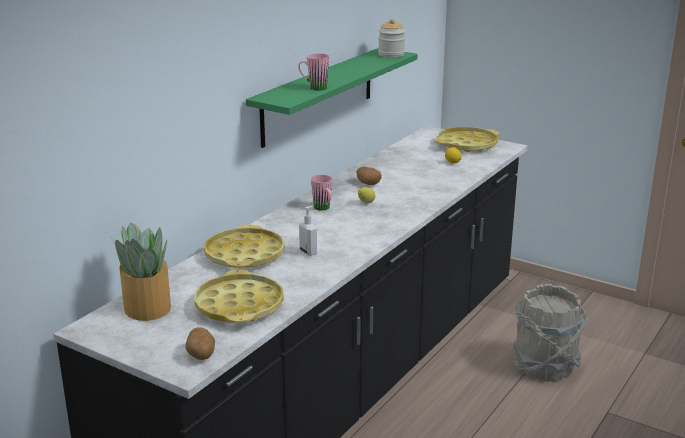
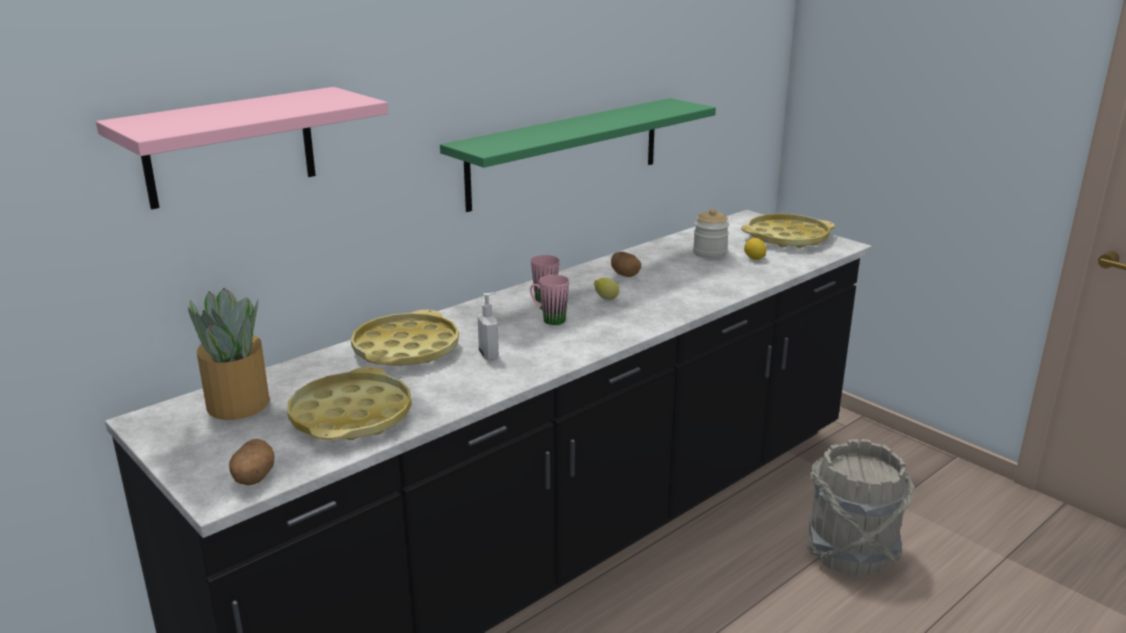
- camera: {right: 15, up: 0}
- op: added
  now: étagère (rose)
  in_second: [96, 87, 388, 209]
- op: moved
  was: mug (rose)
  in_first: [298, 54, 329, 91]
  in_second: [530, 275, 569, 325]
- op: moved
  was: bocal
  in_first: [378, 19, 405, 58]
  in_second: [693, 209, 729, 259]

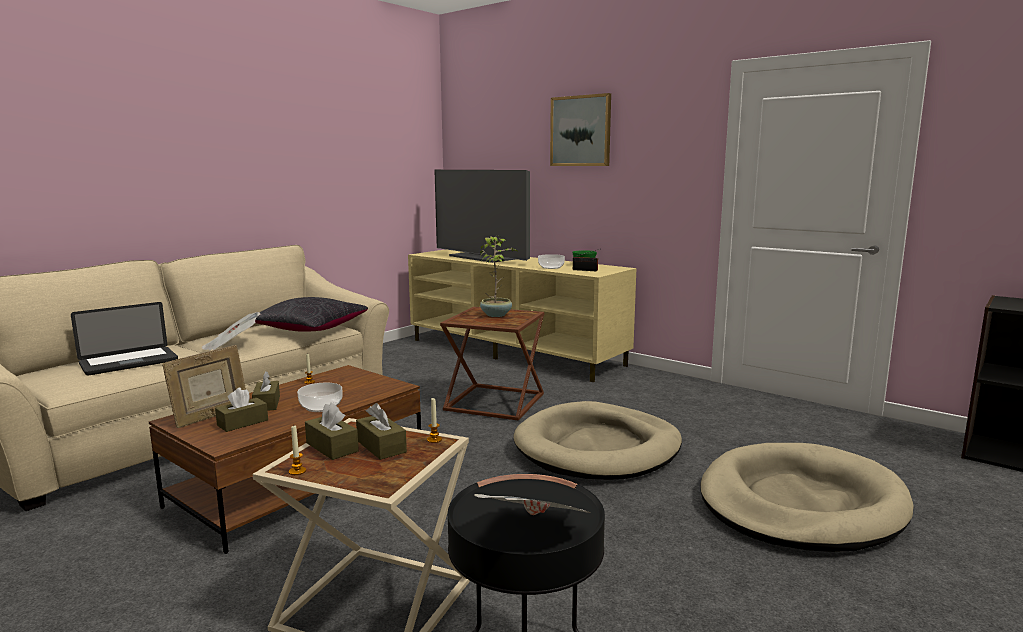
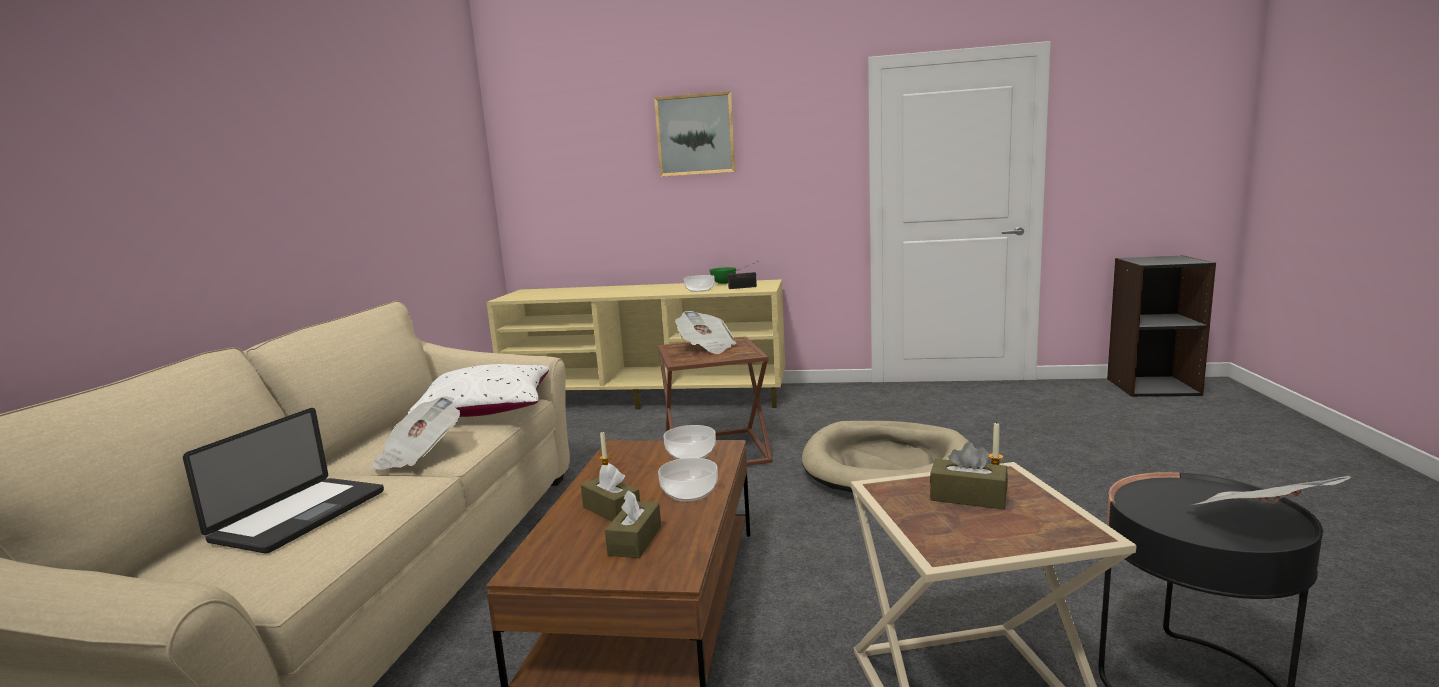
- camera: {right: -30, up: 0}
- op: removed
  was: cadre photo
  in_first: [162, 345, 246, 428]
- op: removed
  was: bougie
  in_first: [289, 425, 306, 475]
- op: removed
  was: boîte à mouchoirs (marron)
  in_first: [305, 403, 359, 460]
- op: removed
  was: téléviseur
  in_first: [434, 170, 530, 263]
- op: removed
  was: panier pour chien (beige)
  in_first: [700, 443, 913, 552]
- op: added
  now: bol
  in_second: [664, 425, 716, 460]
- op: replaced
  was: plante en pot
  now: journal
  in_first: [480, 235, 517, 317]
  in_second: [675, 311, 736, 354]
- op: recoloured
  was: coussin (noir)
  now: coussin (blanc)
  in_first: [255, 297, 368, 332]
  in_second: [408, 364, 549, 417]

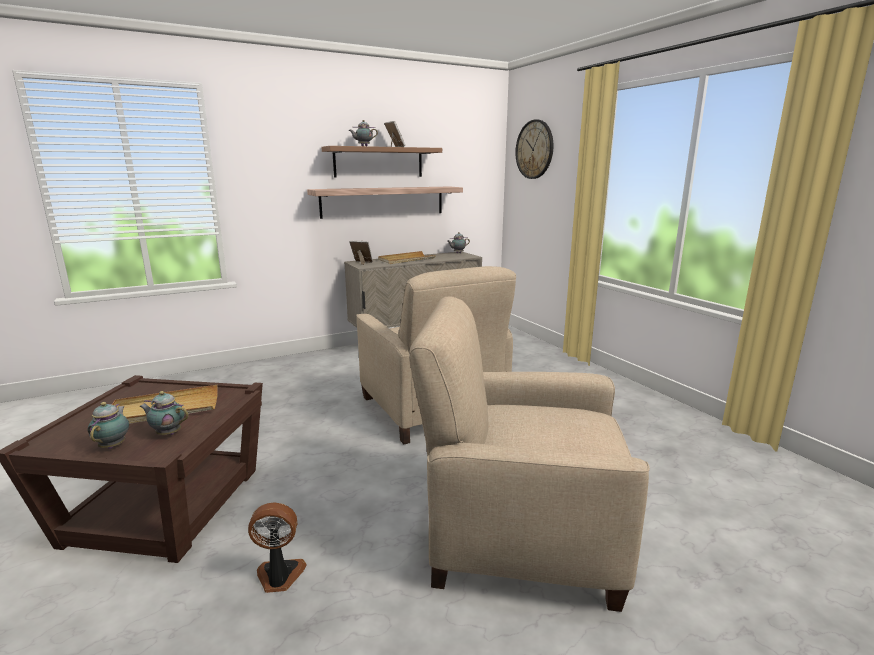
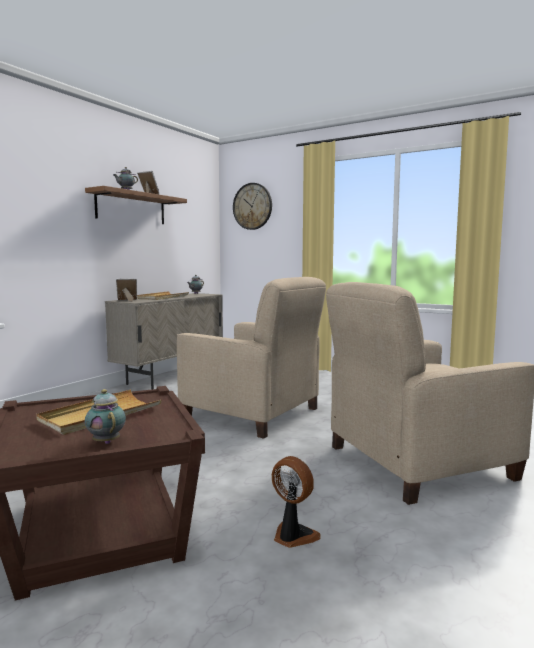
- camera: {right: -30, up: -10}
- op: removed
  was: théière
  in_first: [140, 391, 189, 435]
- op: removed
  was: étagère
  in_first: [307, 186, 463, 219]
- op: turned
  was: ventilateur
  in_first: [248, 502, 306, 593]
  in_second: [272, 456, 321, 548]
  clockwise: 75

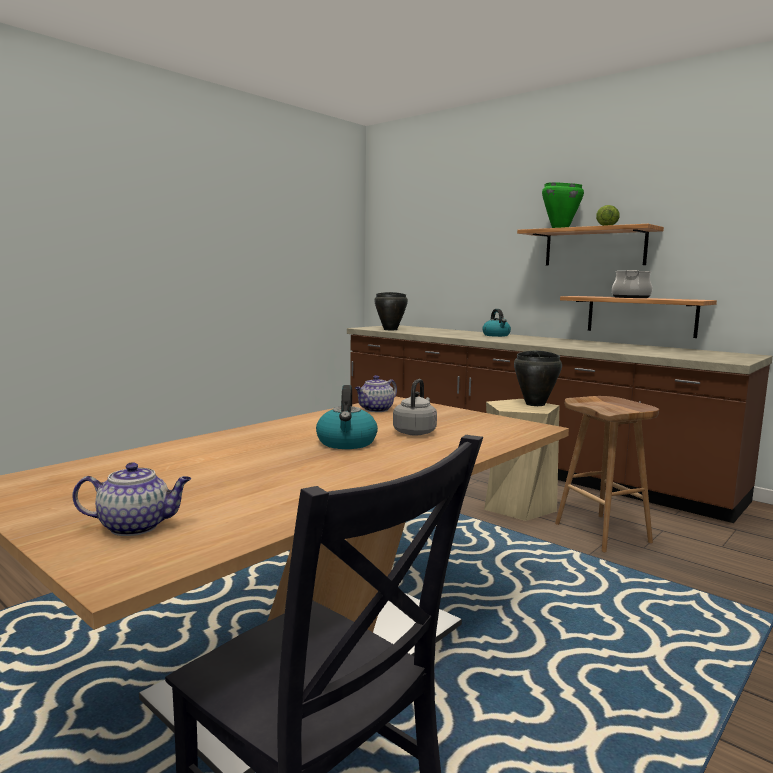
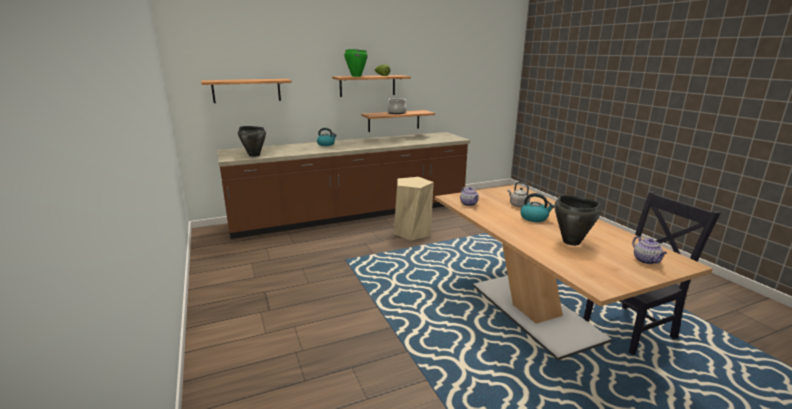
- camera: {right: -65, up: 10}
- op: removed
  was: tabouret (marron)
  in_first: [555, 396, 659, 552]
- op: added
  now: étagère
  in_second: [201, 79, 292, 103]
- op: moved
  was: marmite (noir)
  in_first: [514, 351, 562, 406]
  in_second: [554, 195, 601, 246]
- op: turned
  was: théière
  in_first: [72, 462, 191, 536]
  in_second: [632, 236, 667, 264]
  clockwise: 150

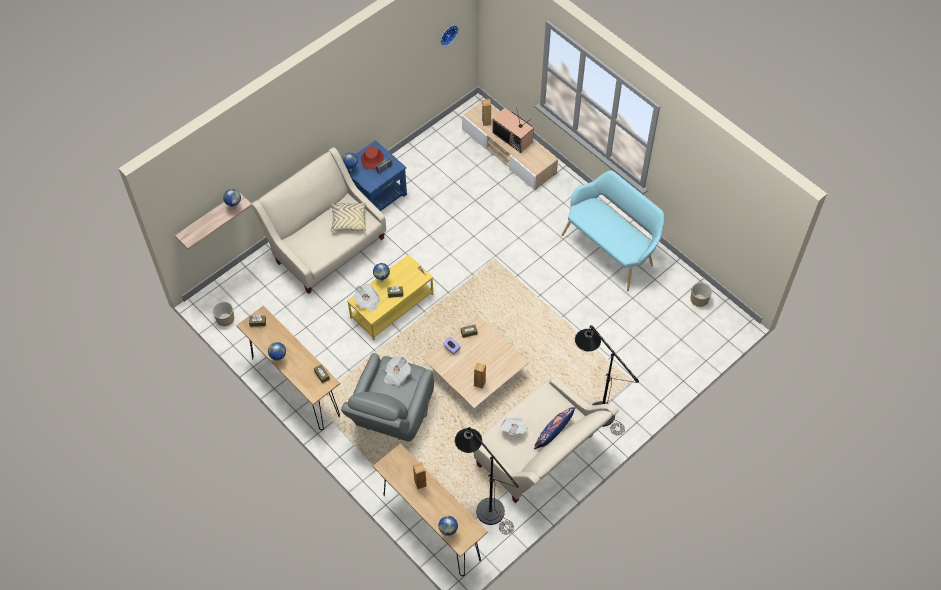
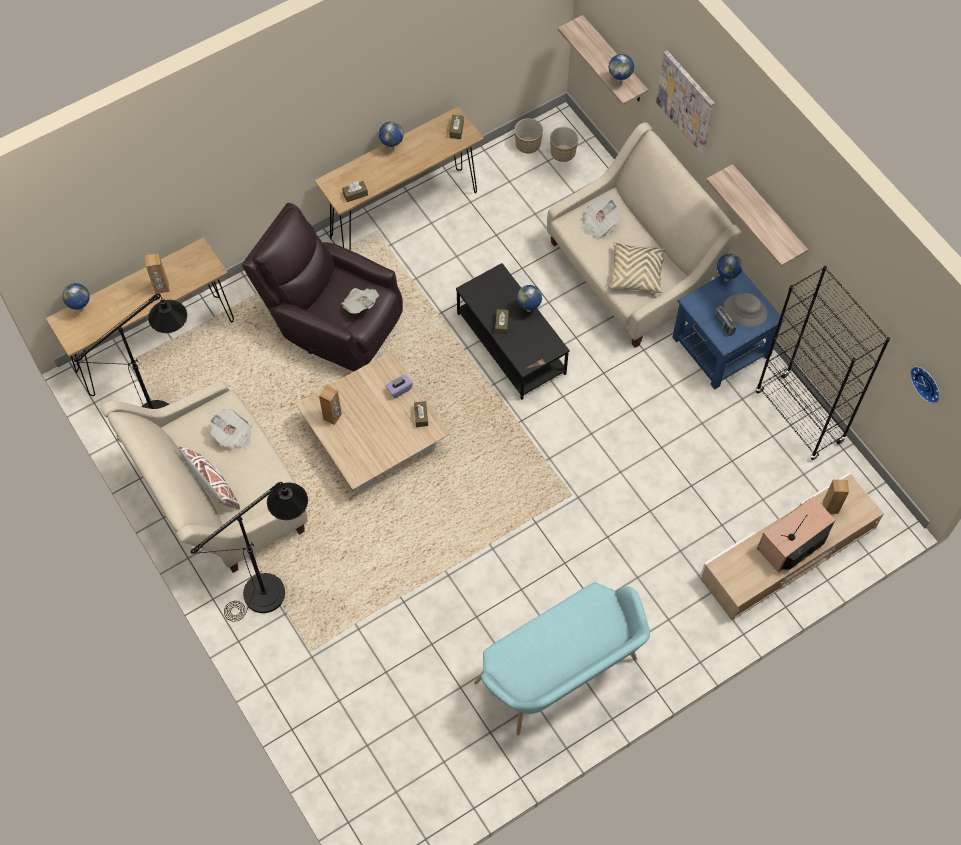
- camera: {right: 100, up: 5}
- op: added
  now: tableau
  in_second: [656, 51, 715, 154]
- op: added
  now: étagère
  in_second: [706, 164, 808, 267]
- op: added
  now: bibliothèque (noir)
  in_second: [756, 266, 890, 461]
- op: moved
  was: journal
  in_first: [354, 284, 380, 312]
  in_second: [580, 198, 620, 239]
- op: moved
  was: cache-pot
  in_first: [690, 282, 712, 307]
  in_second: [550, 127, 579, 162]
- op: recoloured
  was: fauteuil (gris)
  now: fauteuil (marron)
  in_first: [341, 353, 434, 442]
  in_second: [242, 203, 403, 372]
- op: recoloured
  was: table basse (jaune)
  now: table basse (noir)
  in_first: [347, 255, 433, 340]
  in_second: [456, 263, 570, 400]
- op: recoloured
  was: chapeau (rouge)
  now: chapeau (gris)
  in_first: [361, 146, 384, 169]
  in_second: [724, 293, 768, 326]
- op: recoloured
  was: coussin (bleu)
  now: coussin (blanc)
  in_first: [534, 406, 576, 449]
  in_second: [178, 447, 240, 509]

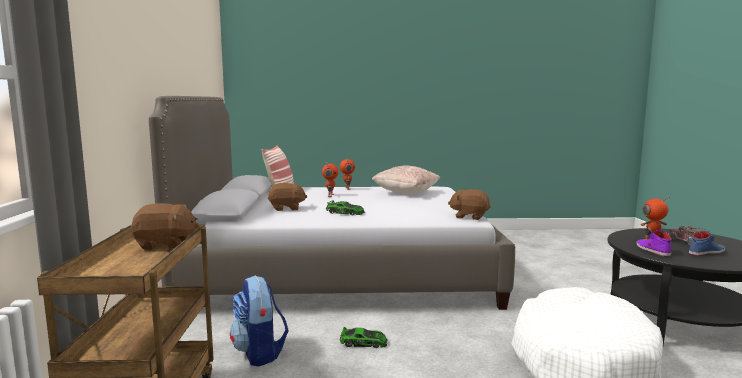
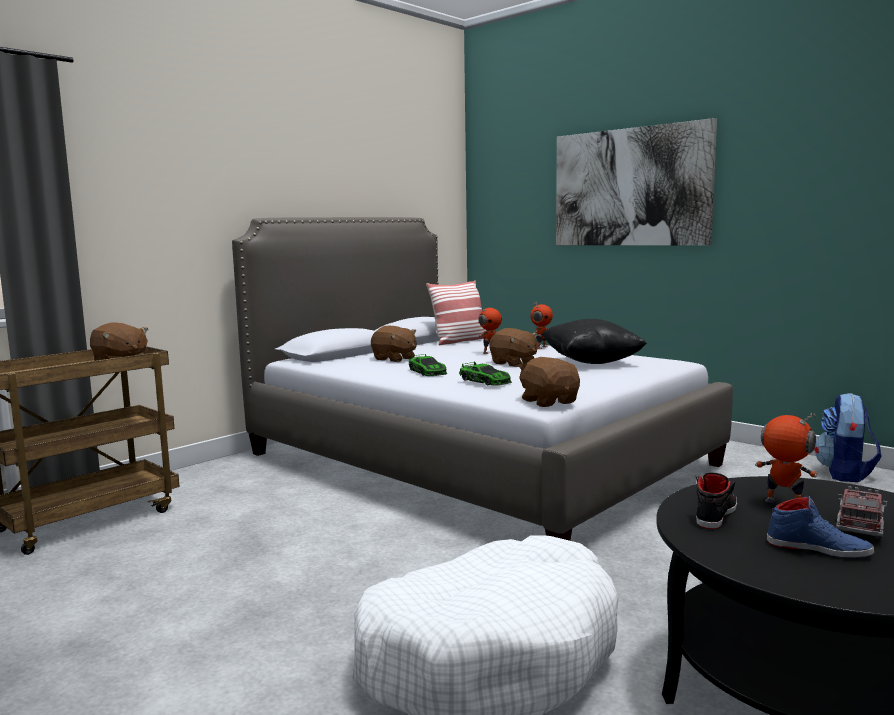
- camera: {right: 45, up: 0}
- op: added
  now: peluche (marron)
  in_second: [489, 328, 538, 367]
- op: added
  now: tableau
  in_second: [556, 118, 717, 246]
- op: moved
  was: sac à dos
  in_first: [230, 275, 289, 367]
  in_second: [814, 393, 881, 482]
- op: moved
  was: petite voiture
  in_first: [340, 327, 387, 348]
  in_second: [459, 362, 512, 386]
- op: recoloured
  was: coussin (beige)
  now: coussin (noir)
  in_first: [372, 165, 440, 194]
  in_second: [542, 319, 647, 364]
- op: recoloured
  was: chaussure (violet)
  now: chaussure (noir)
  in_first: [636, 230, 672, 256]
  in_second: [696, 472, 737, 529]

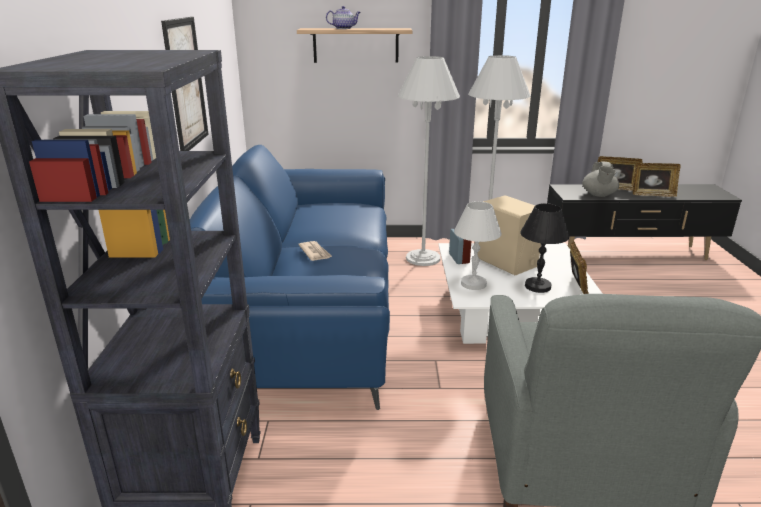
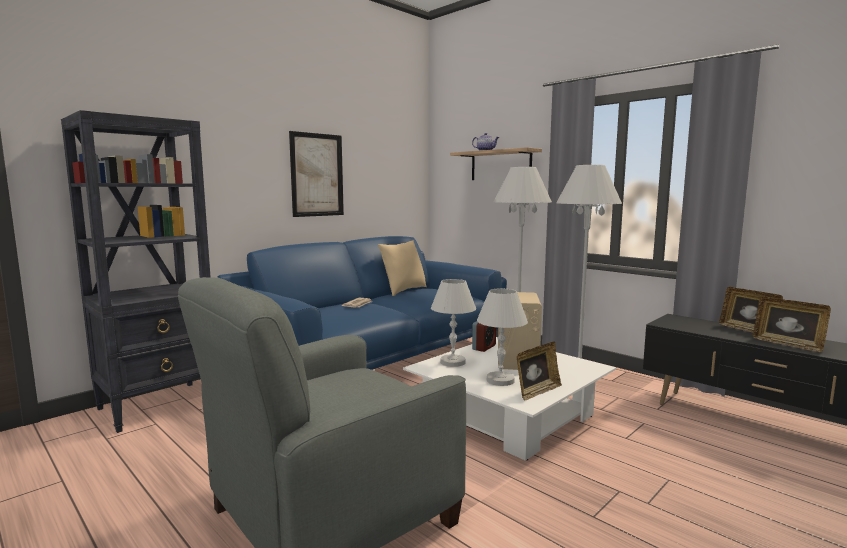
- camera: {right: 45, up: -15}
- op: removed
  was: théière (gris)
  in_first: [582, 162, 619, 197]
- op: added
  now: coussin (beige)
  in_second: [378, 240, 427, 296]
- op: recoloured
  was: lampe de table (noir)
  now: lampe de table (blanc)
  in_first: [520, 203, 569, 293]
  in_second: [477, 288, 528, 386]

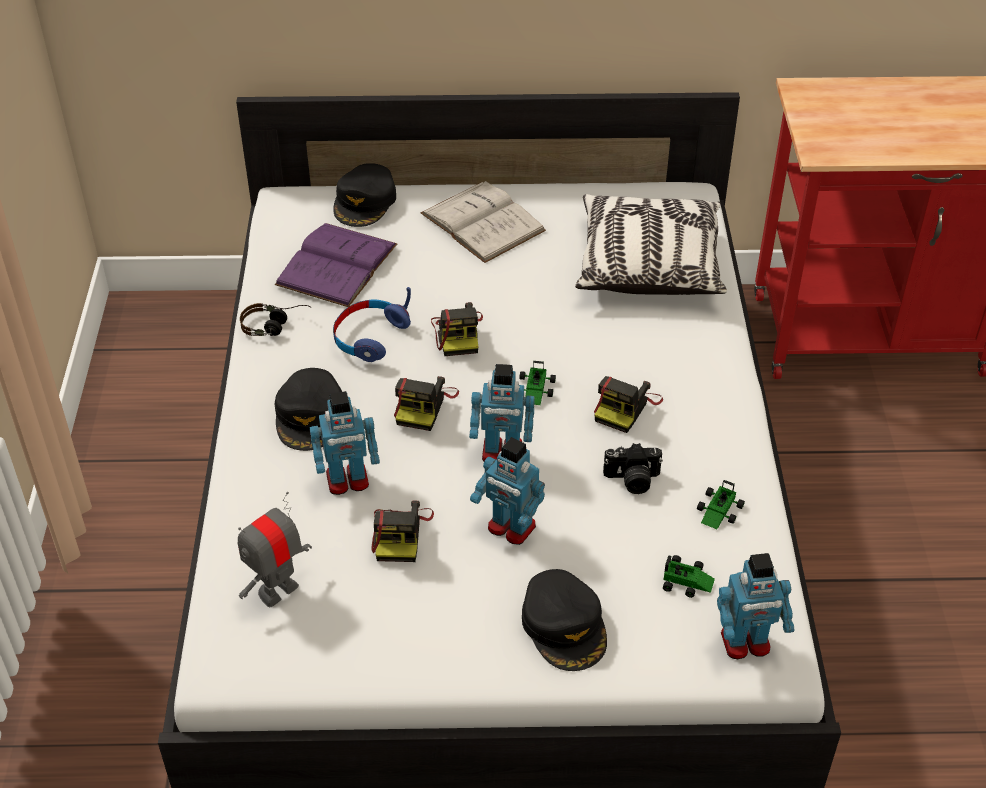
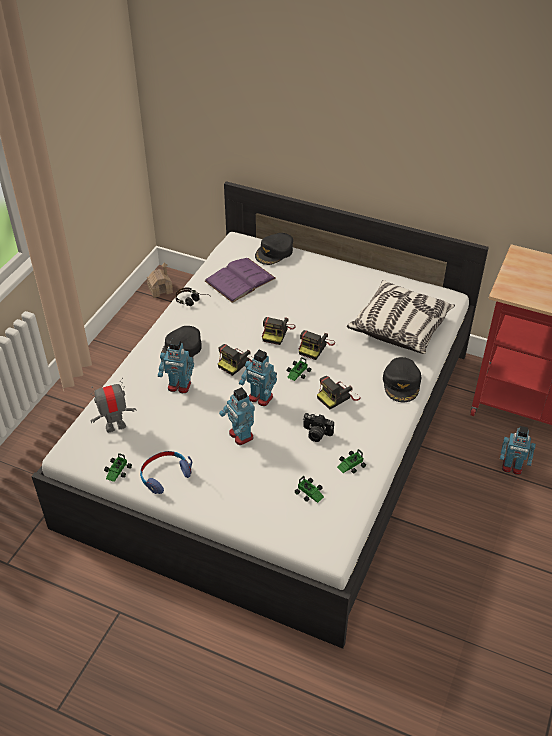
- camera: {right: 25, up: 0}
- op: removed
  was: livre (blanc)
  in_first: [421, 181, 546, 263]
- op: added
  now: petite voiture
  in_second: [104, 453, 132, 482]
- op: added
  now: maison miniature
  in_second: [147, 263, 173, 298]
- op: moved
  was: casque audio (bleu)
  in_first: [333, 287, 411, 362]
  in_second: [140, 451, 192, 494]
- op: moved
  was: appareil photo
  in_first: [371, 500, 434, 562]
  in_second: [299, 330, 335, 360]
- op: moved
  was: casquette (noir)
  in_first: [522, 569, 607, 671]
  in_second: [383, 357, 422, 402]
- op: moved
  was: robot jouet
  in_first: [717, 553, 794, 659]
  in_second: [500, 426, 536, 475]

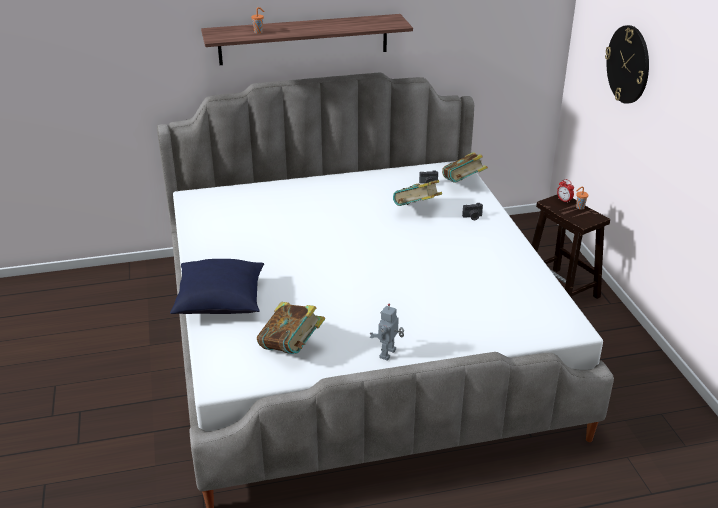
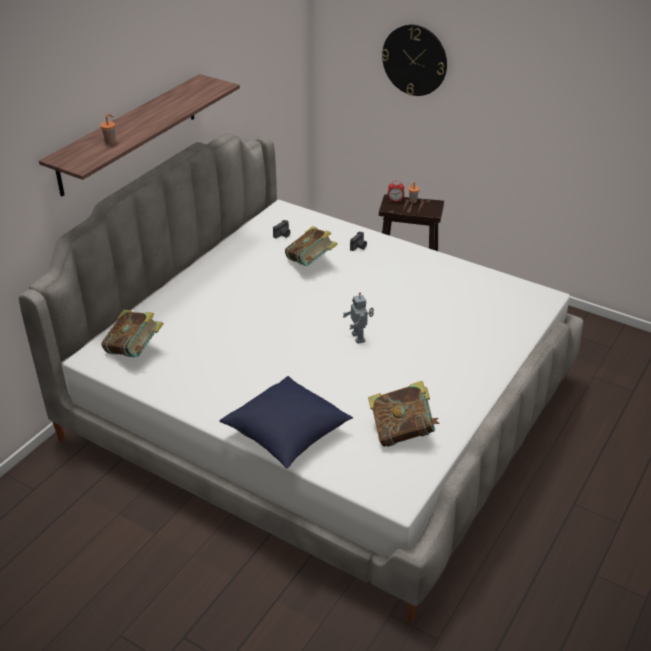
- camera: {right: -45, up: 5}
- op: moved
  was: robot jouet
  in_first: [370, 304, 404, 361]
  in_second: [343, 293, 374, 344]
- op: moved
  was: livre
  in_first: [442, 152, 488, 182]
  in_second: [101, 310, 164, 357]

